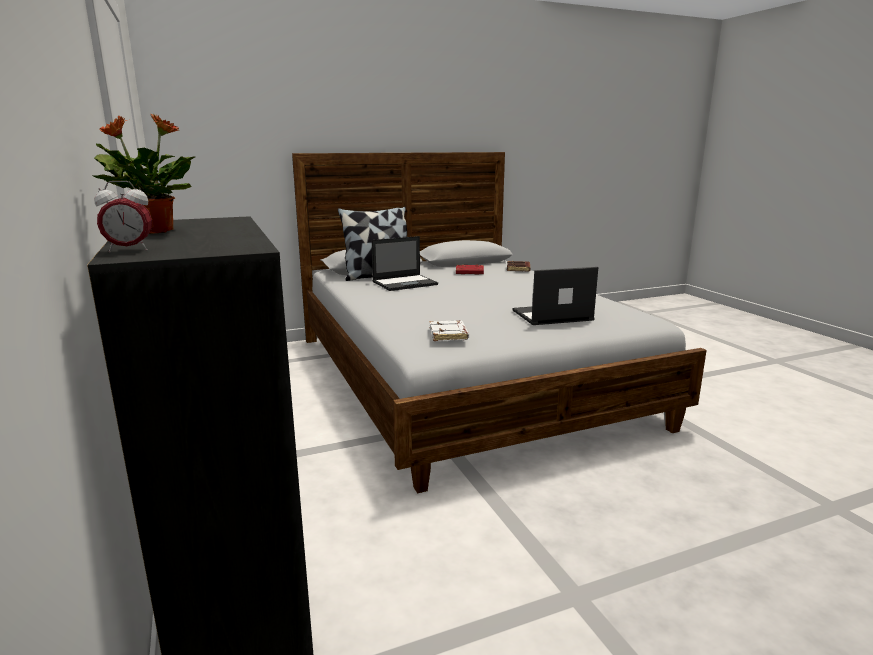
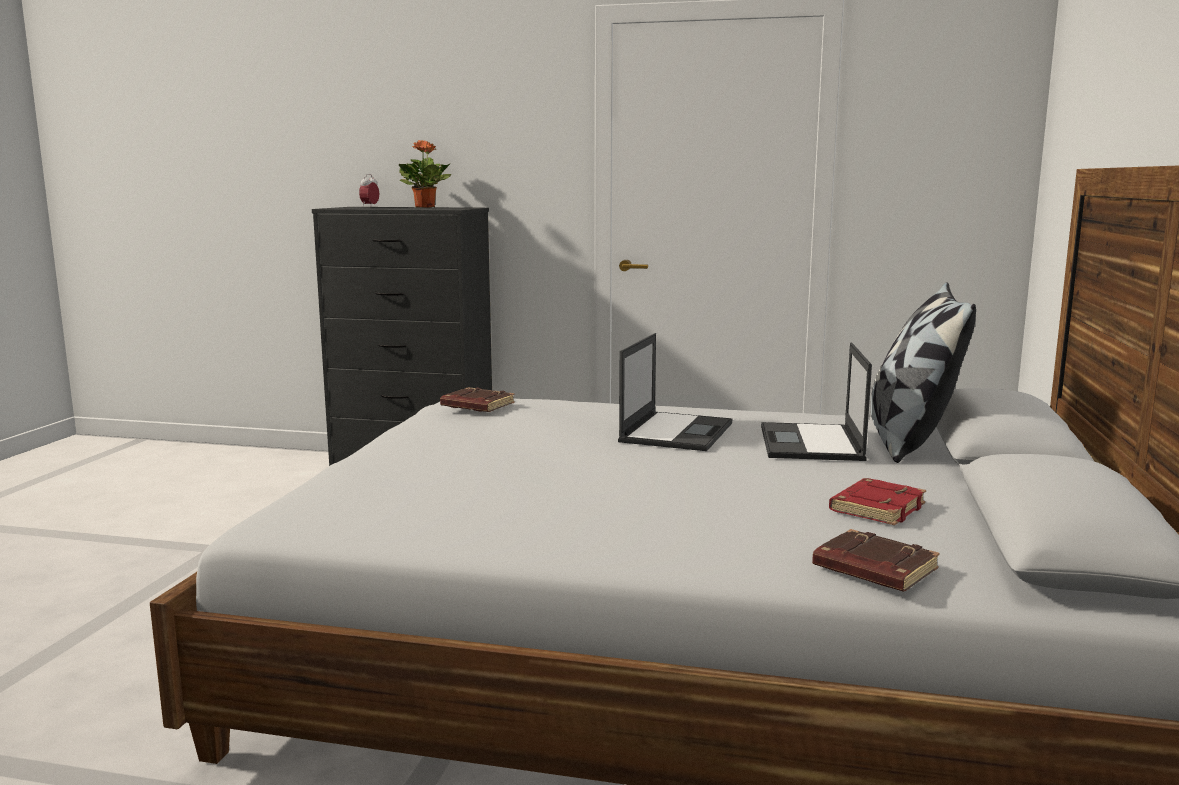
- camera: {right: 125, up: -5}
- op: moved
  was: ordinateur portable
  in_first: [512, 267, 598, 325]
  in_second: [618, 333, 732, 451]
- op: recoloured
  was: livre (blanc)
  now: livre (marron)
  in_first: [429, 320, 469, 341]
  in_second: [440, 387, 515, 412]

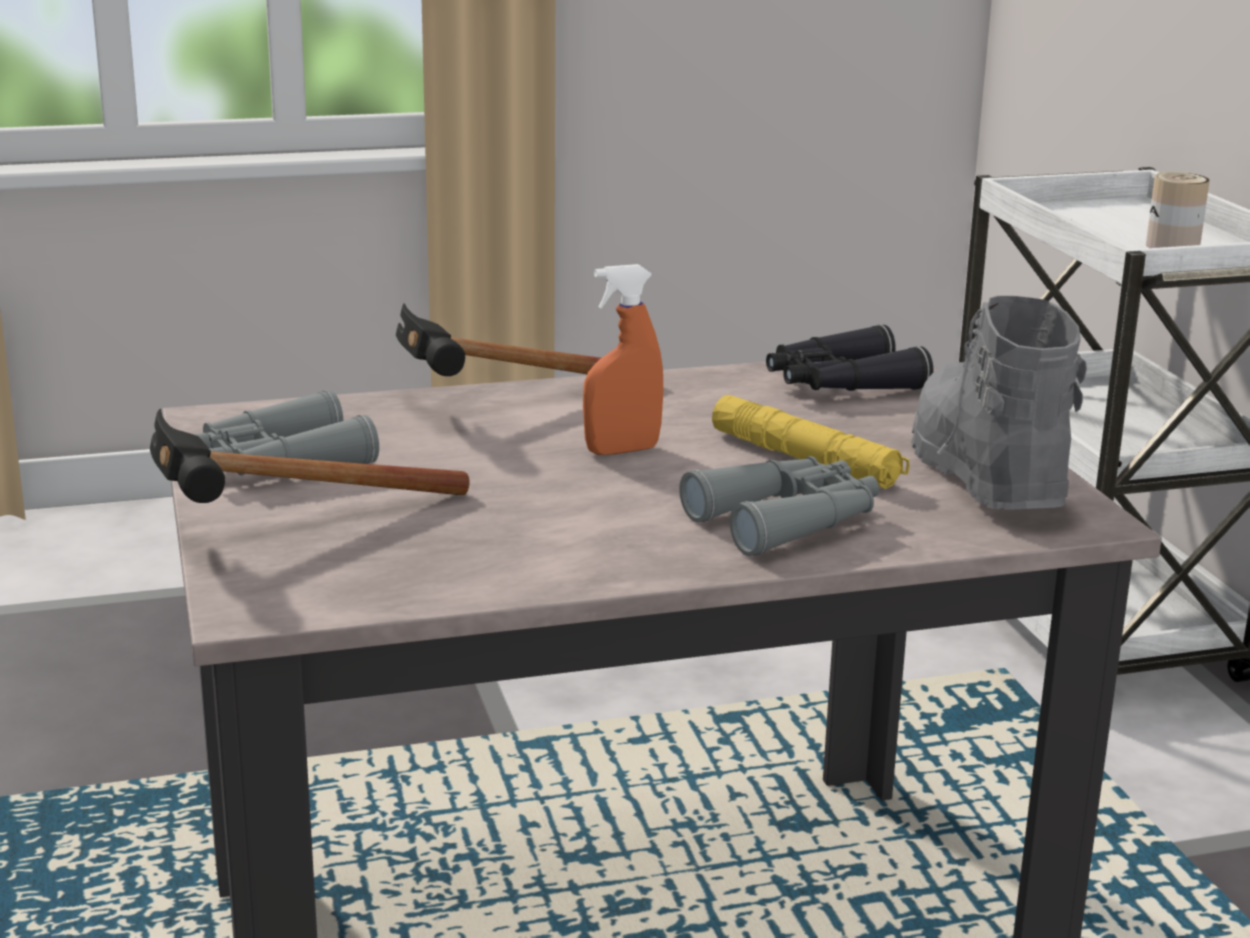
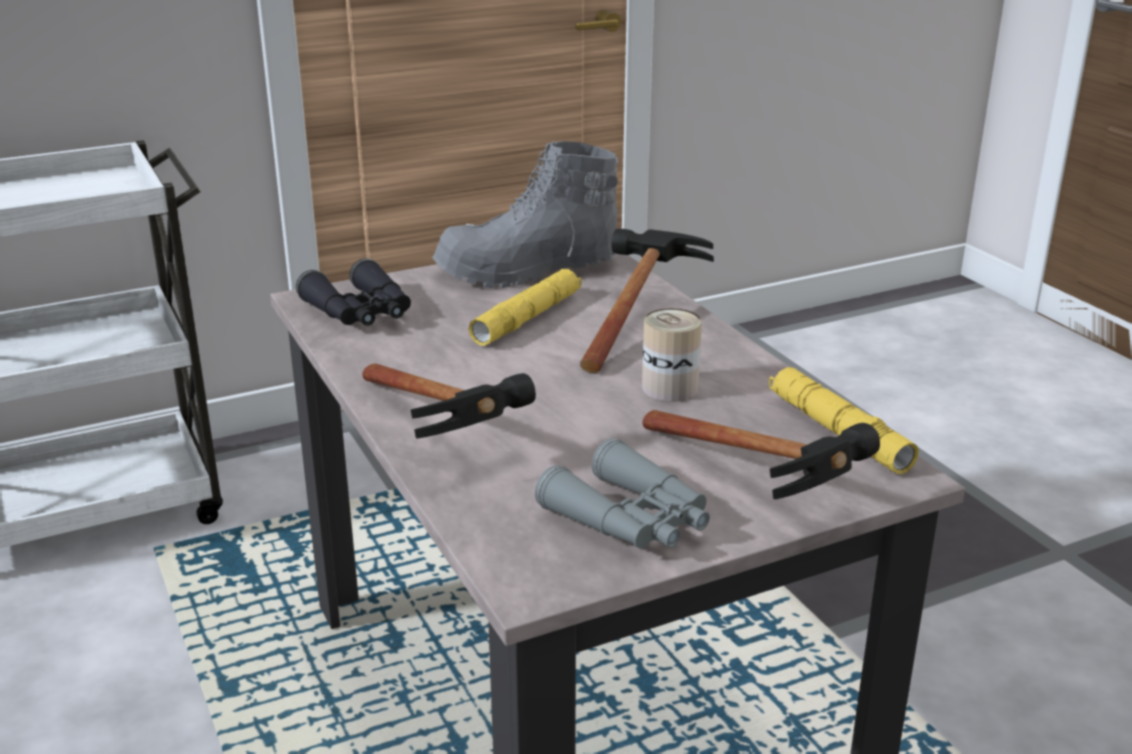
- camera: {right: -100, up: 5}
- op: removed
  was: vaporisateur (orange)
  in_first: [583, 264, 663, 455]
- op: added
  now: lampe de poche (jaune)
  in_second: [769, 367, 919, 474]
- op: moved
  was: boîte métallique
  in_first: [1146, 172, 1210, 248]
  in_second: [642, 308, 702, 402]
- op: replaced
  was: jumelles (gris)
  now: marteau
  in_first: [679, 456, 879, 556]
  in_second: [580, 229, 714, 373]

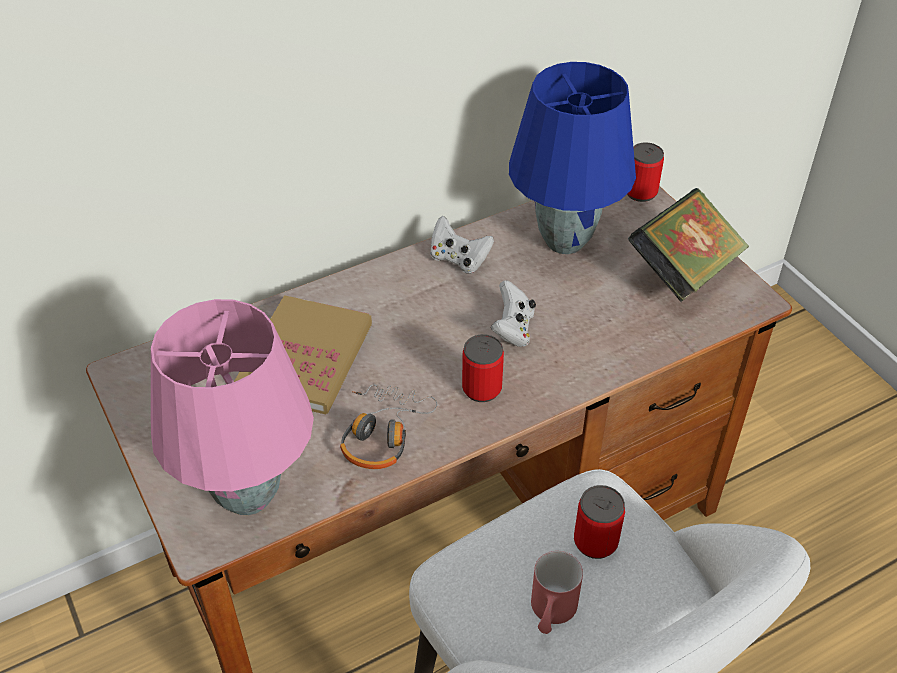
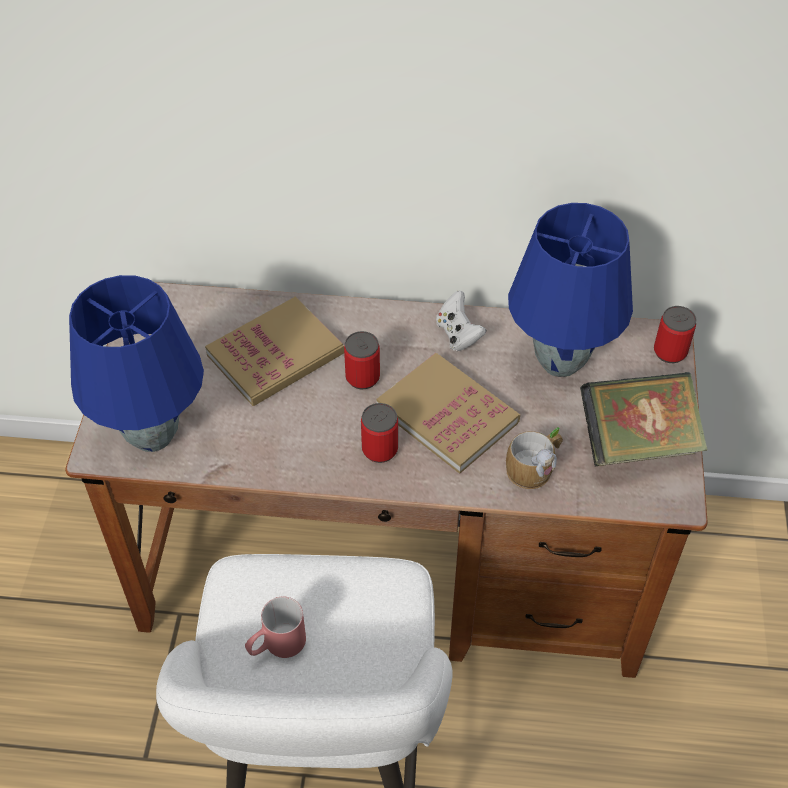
- camera: {right: 35, up: 5}
- op: removed
  was: casque audio
  in_first: [340, 385, 437, 469]
- op: added
  now: mug
  in_second: [506, 427, 563, 489]
- op: moved
  was: boîte métallique
  in_first: [574, 485, 625, 559]
  in_second: [344, 331, 380, 389]
- op: replaced
  was: manette (blanc)
  now: livre
  in_first: [491, 280, 536, 347]
  in_second: [377, 353, 520, 474]
- op: recoloured
  was: lampe de table (rose)
  now: lampe de table (bleu)
  in_first: [151, 299, 314, 515]
  in_second: [69, 275, 204, 452]

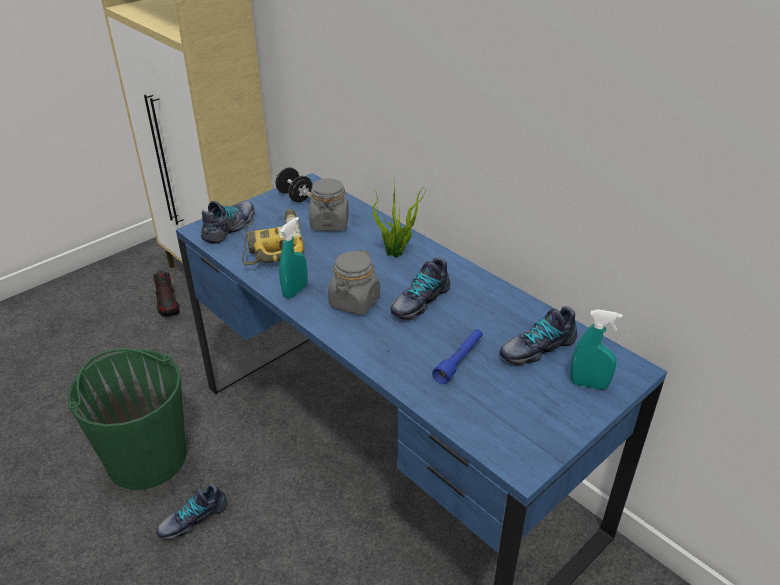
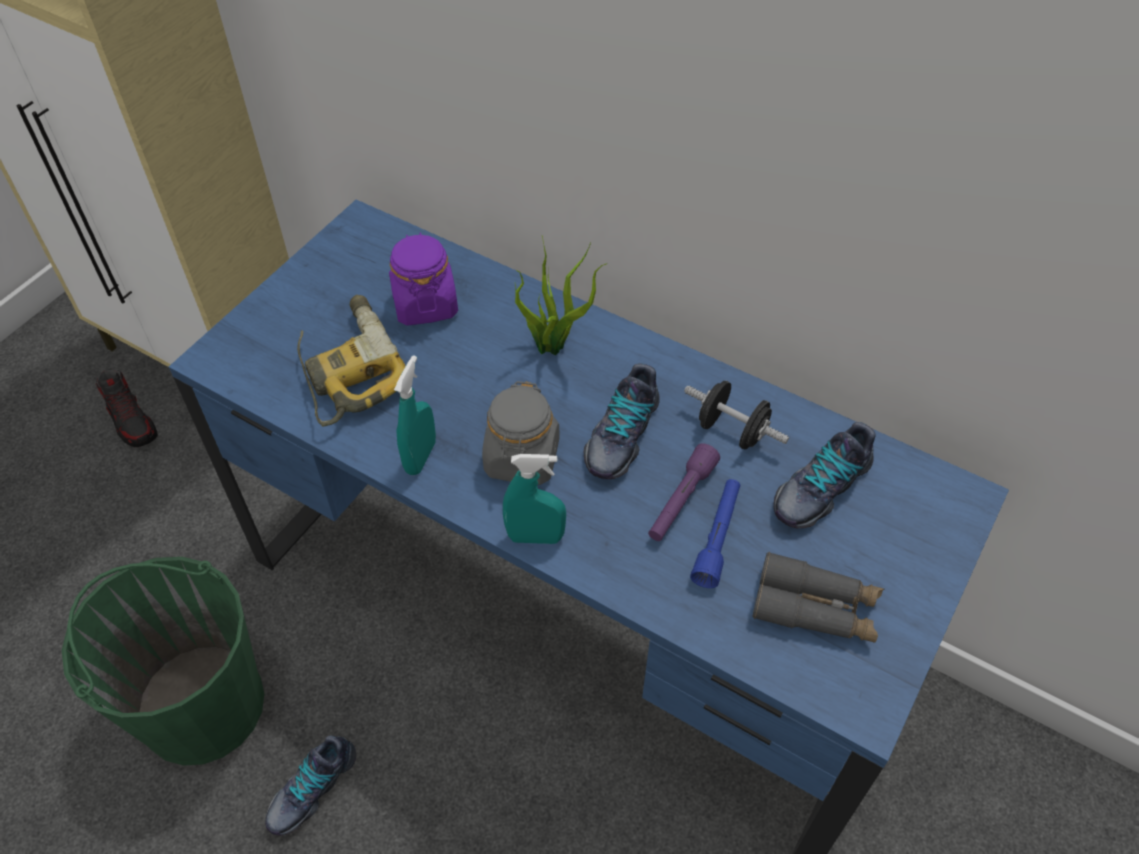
- camera: {right: -15, up: 15}
- op: removed
  was: chaussure
  in_first: [201, 200, 254, 243]
- op: added
  now: lampe de poche (violet)
  in_second: [648, 443, 720, 541]
- op: added
  now: jumelles (gris)
  in_second: [752, 552, 884, 643]
- op: moved
  was: haltère (noir)
  in_first: [276, 167, 312, 202]
  in_second: [684, 381, 789, 450]
- op: moved
  was: vaporisateur (turquoise)
  in_first: [570, 309, 623, 390]
  in_second: [503, 454, 566, 544]
- op: recoloured
  was: bocal (gris)
  now: bocal (violet)
  in_first: [309, 178, 349, 231]
  in_second: [389, 233, 458, 326]

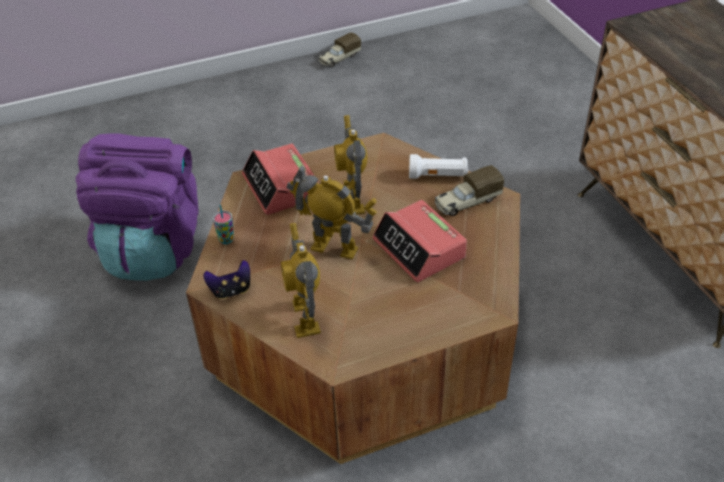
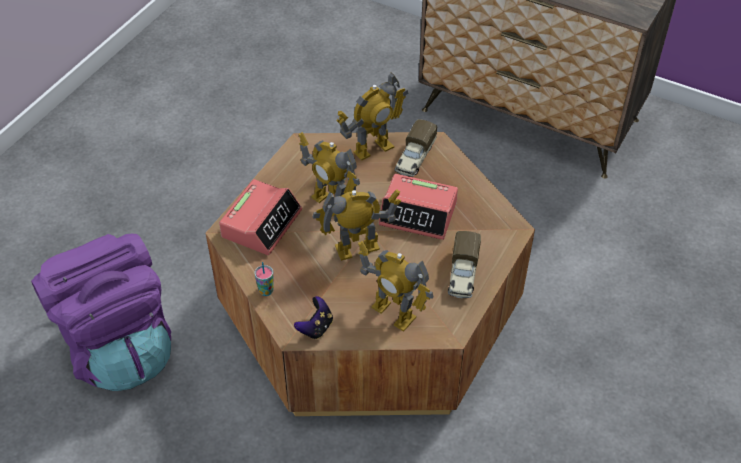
- camera: {right: -40, up: 5}
- op: moved
  was: camion jouet
  in_first: [318, 32, 361, 67]
  in_second: [448, 231, 481, 299]
- op: replaced
  was: lampe de poche (blanc)
  now: robot jouet
  in_first: [409, 154, 468, 179]
  in_second: [336, 72, 408, 161]
- op: turned
  was: réveil
  in_first: [242, 143, 319, 215]
  in_second: [219, 179, 302, 255]
  clockwise: -90

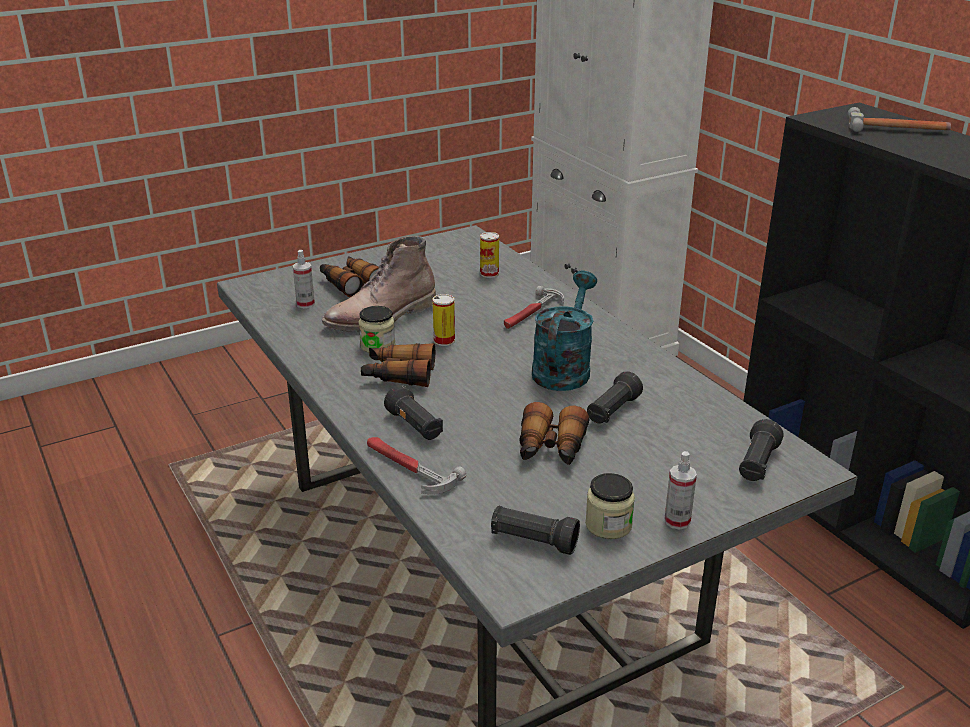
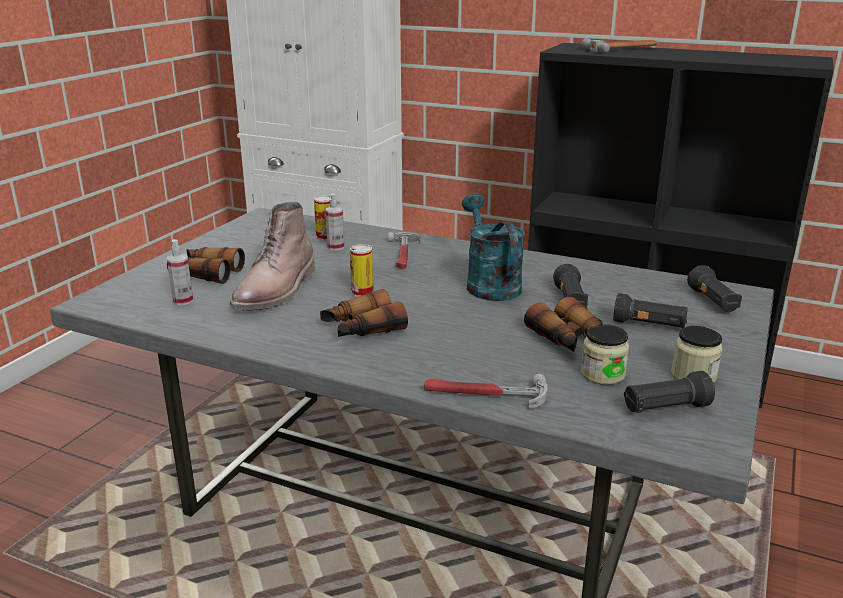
- camera: {right: -35, up: -5}
- op: moved
  was: bocal
  in_first: [358, 306, 396, 353]
  in_second: [581, 325, 629, 385]
- op: moved
  was: lampe de poche (noir)
  in_first: [384, 385, 443, 440]
  in_second: [613, 293, 688, 328]
- op: moved
  was: vaporisateur
  in_first: [664, 451, 697, 530]
  in_second: [325, 193, 345, 251]

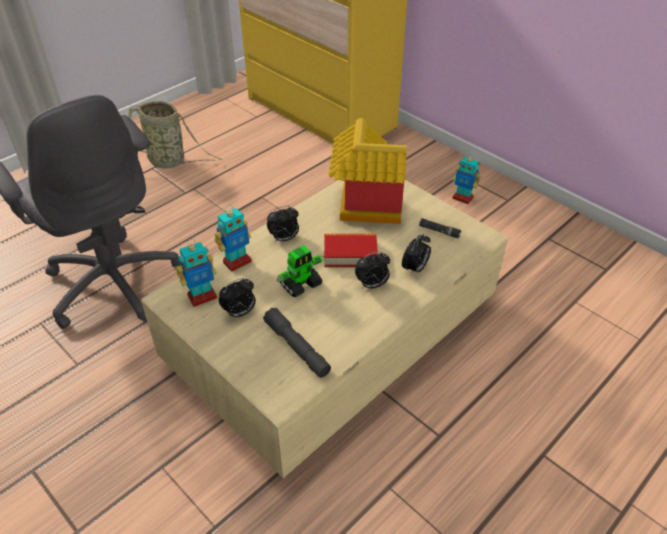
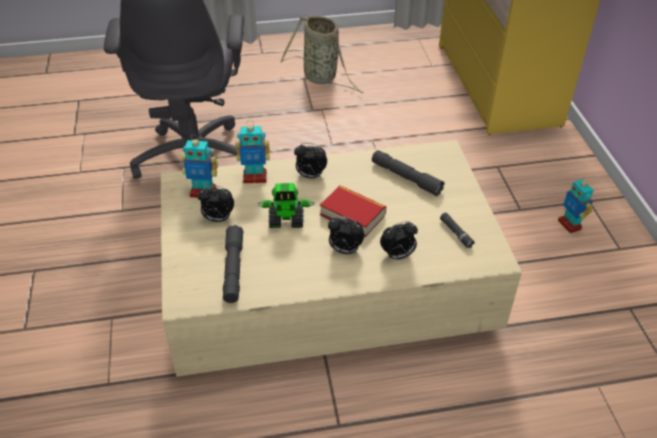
- camera: {right: 35, up: 0}
- op: replaced
  was: maison miniature
  now: lampe de poche (gris)
  in_first: [328, 118, 407, 224]
  in_second: [372, 150, 445, 196]

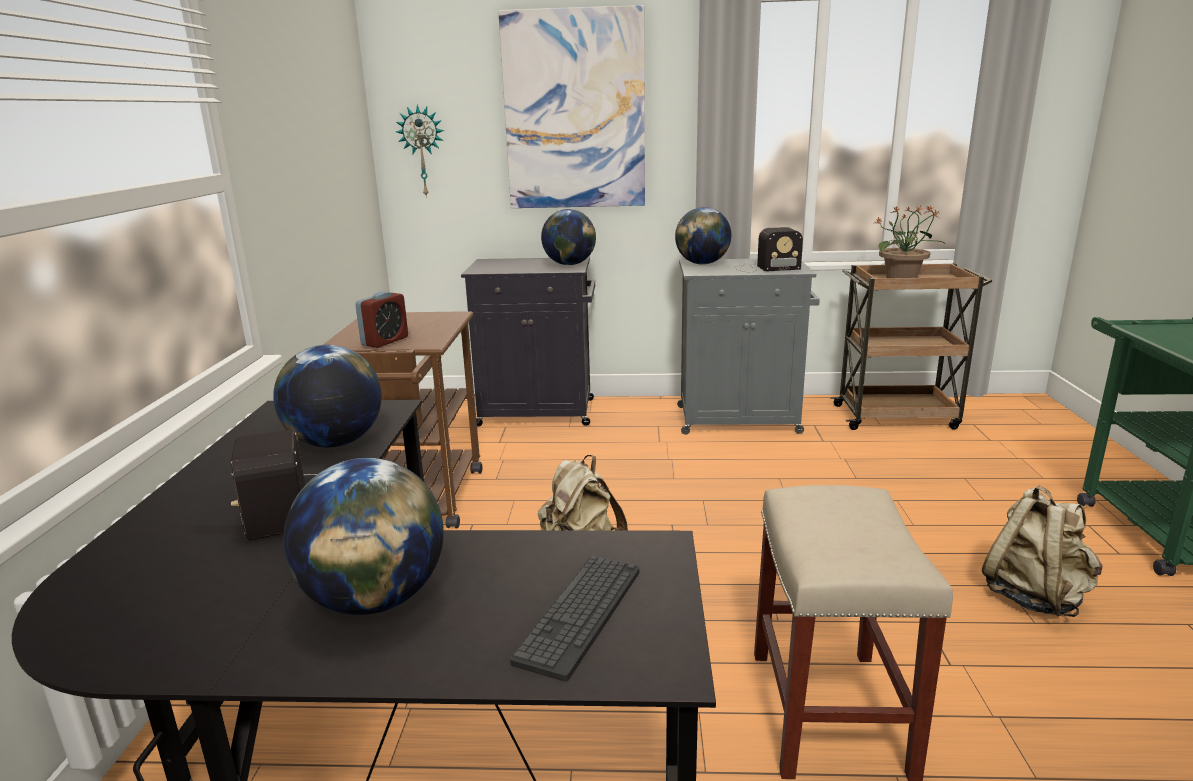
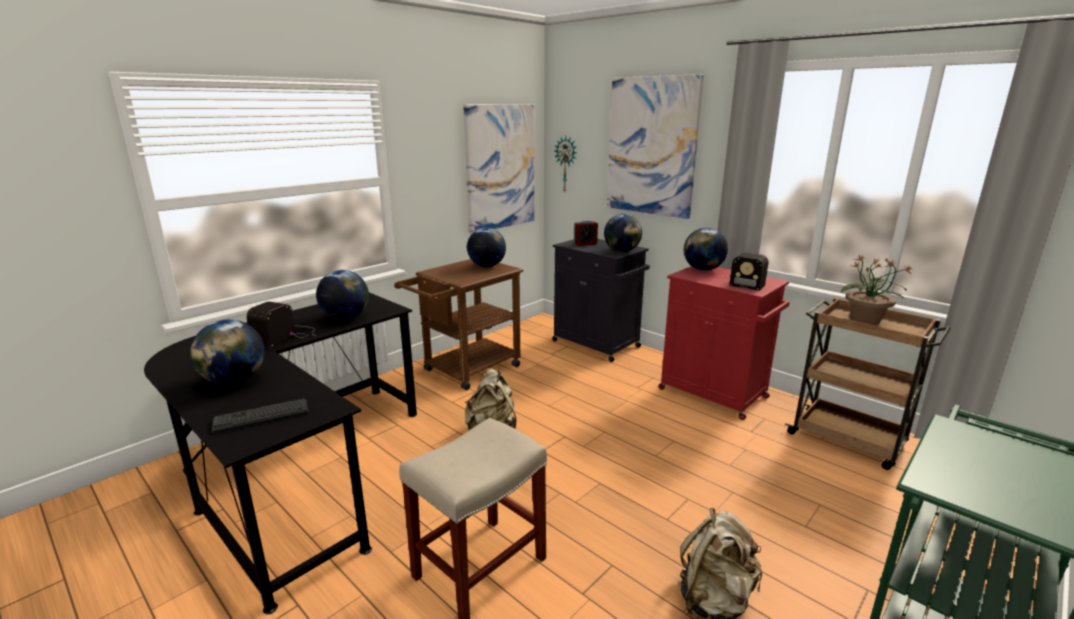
- camera: {right: 40, up: 0}
- op: added
  now: tableau
  in_second: [463, 104, 534, 234]
- op: added
  now: globe
  in_second: [467, 228, 506, 267]
- op: moved
  was: réveil
  in_first: [355, 291, 408, 348]
  in_second: [574, 220, 598, 246]
- op: recoloured
  was: meuble de rangement (gris)
  now: meuble de rangement (rouge)
  in_first: [677, 259, 820, 435]
  in_second: [658, 266, 790, 420]

